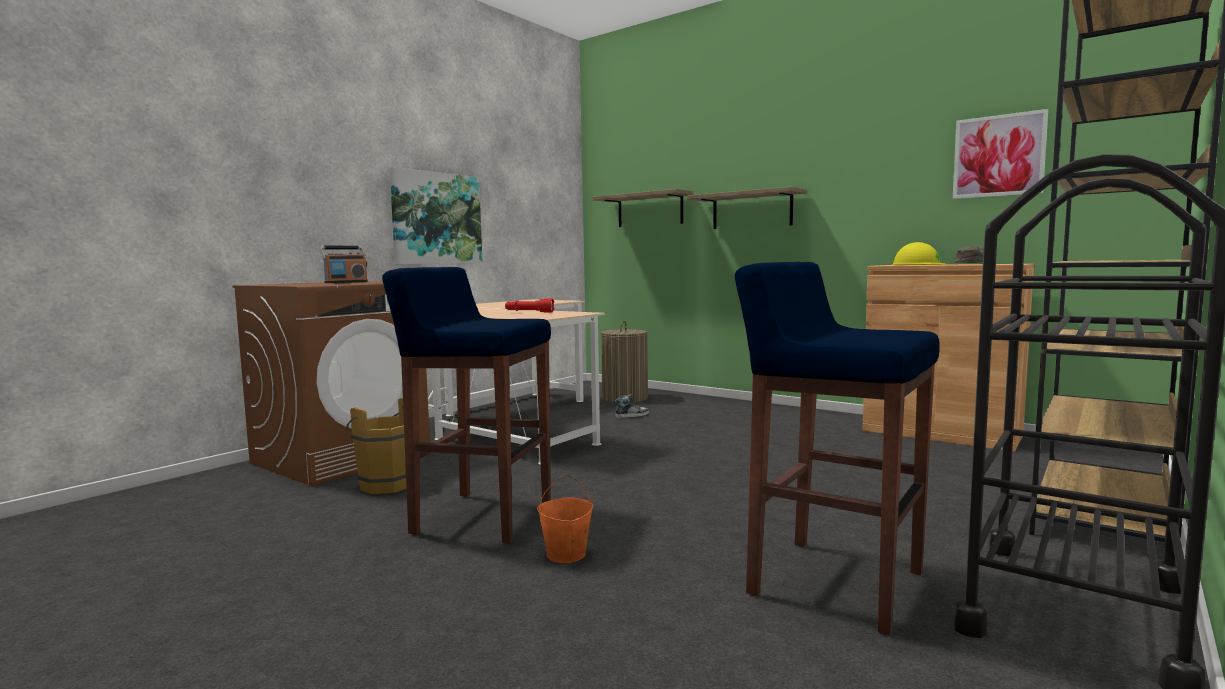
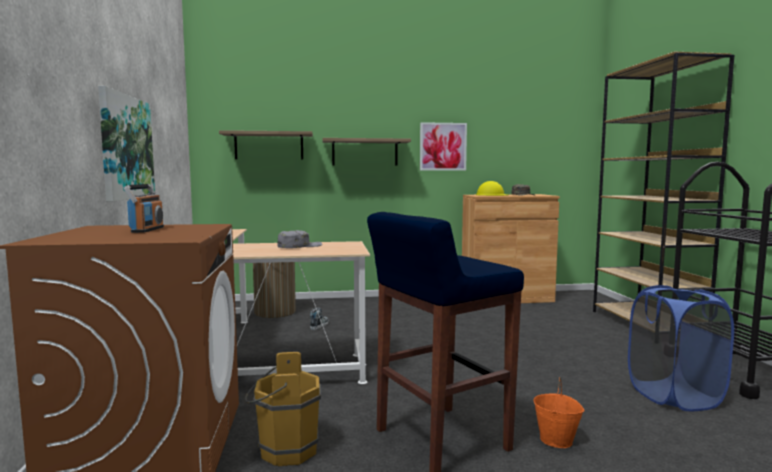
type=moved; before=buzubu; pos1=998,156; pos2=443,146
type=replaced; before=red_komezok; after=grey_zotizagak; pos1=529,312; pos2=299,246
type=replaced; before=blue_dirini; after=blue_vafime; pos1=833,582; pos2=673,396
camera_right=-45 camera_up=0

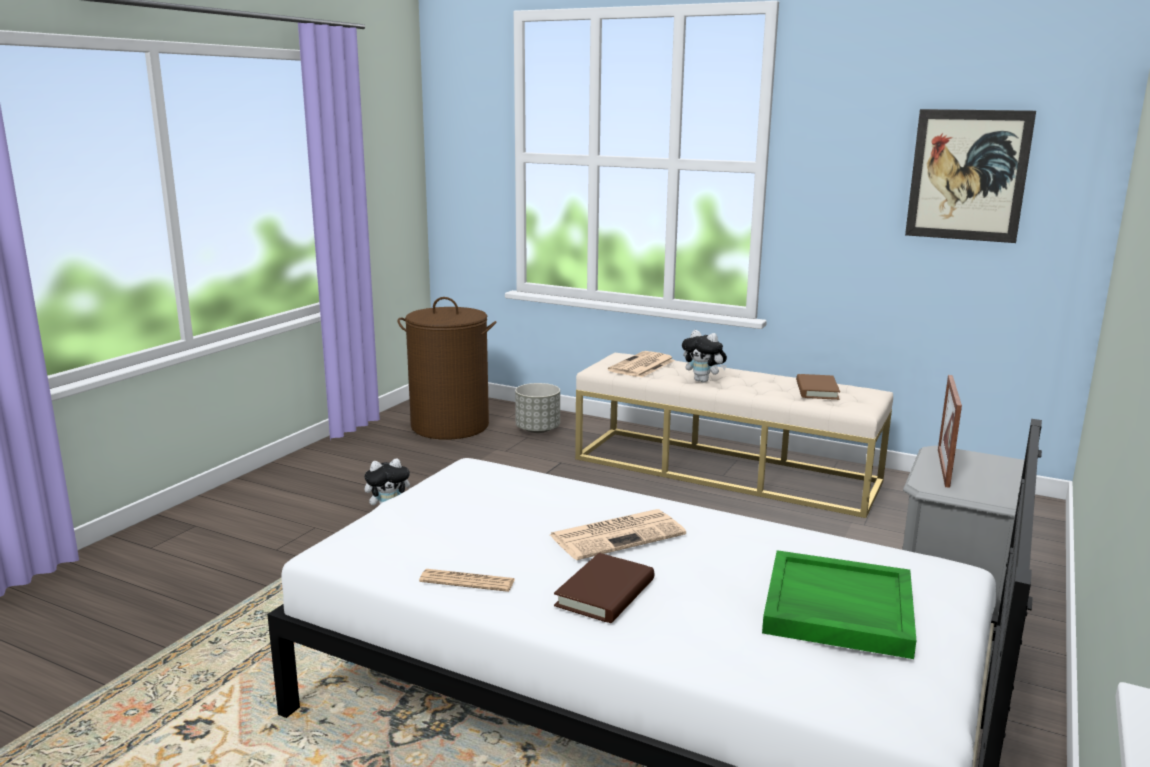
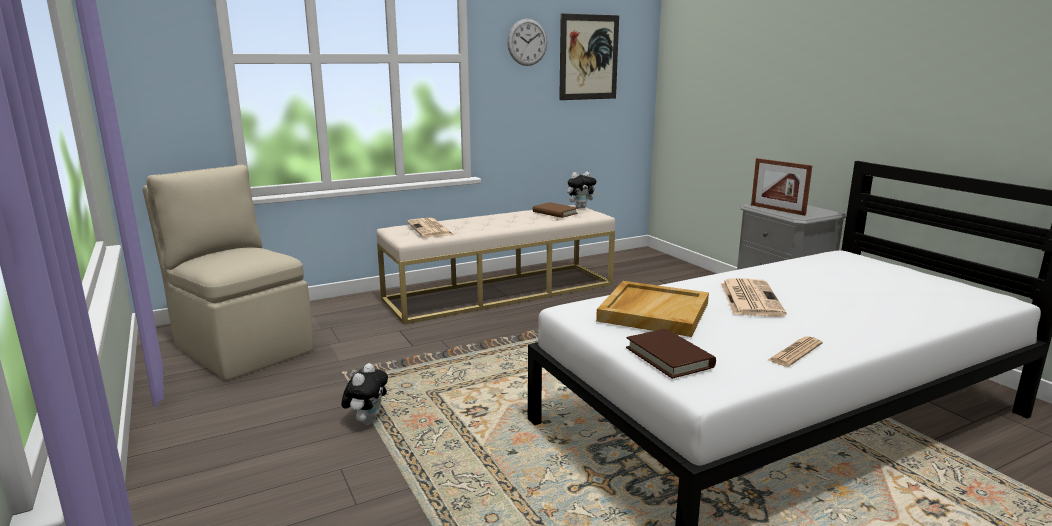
type=removed; before=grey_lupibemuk; pos1=538,429
type=removed; before=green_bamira; pos1=836,609
type=added; after=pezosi; pos2=527,42
type=added; after=beige_bamira; pos2=653,312
type=moved; before=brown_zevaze; pos1=605,593; pos2=669,357
type=moved; before=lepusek; pos1=703,381; pos2=580,207
type=replaced; before=brown_vafime; after=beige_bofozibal; pos1=450,426; pos2=242,347
camera_right=-55 camera_up=0

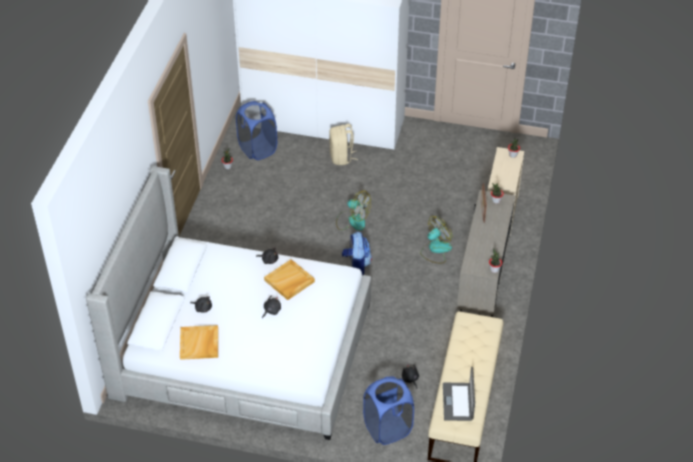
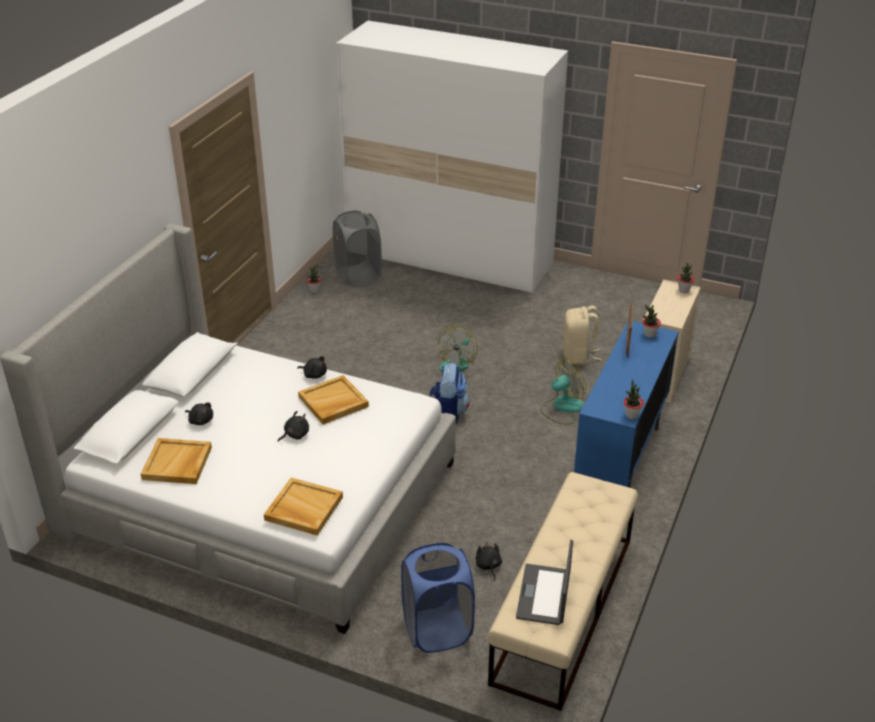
type=added; after=beige_bamira; pos2=303,509
type=moved; before=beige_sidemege; pos1=341,157; pos2=578,355
type=recoloured; before=blue_vafime; after=grey_vafime; pos1=257,149; pos2=358,276
type=recoloured; before=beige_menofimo; after=blue_menofimo; pos1=482,285; pos2=620,457
type=turned; before=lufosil; pos1=352,220; pos2=457,362; turn=75
camera_right=10 camera_up=-10

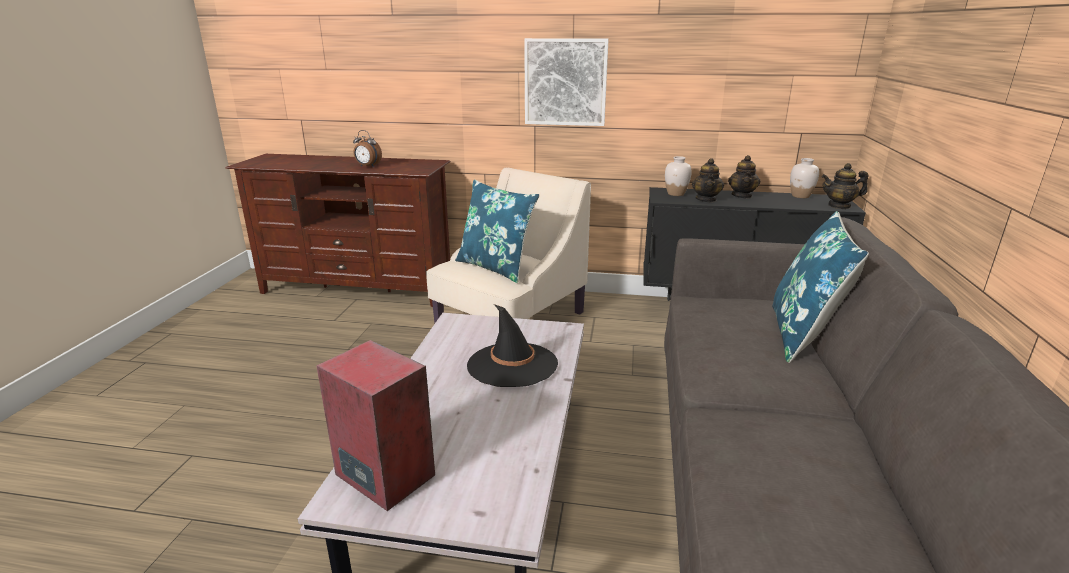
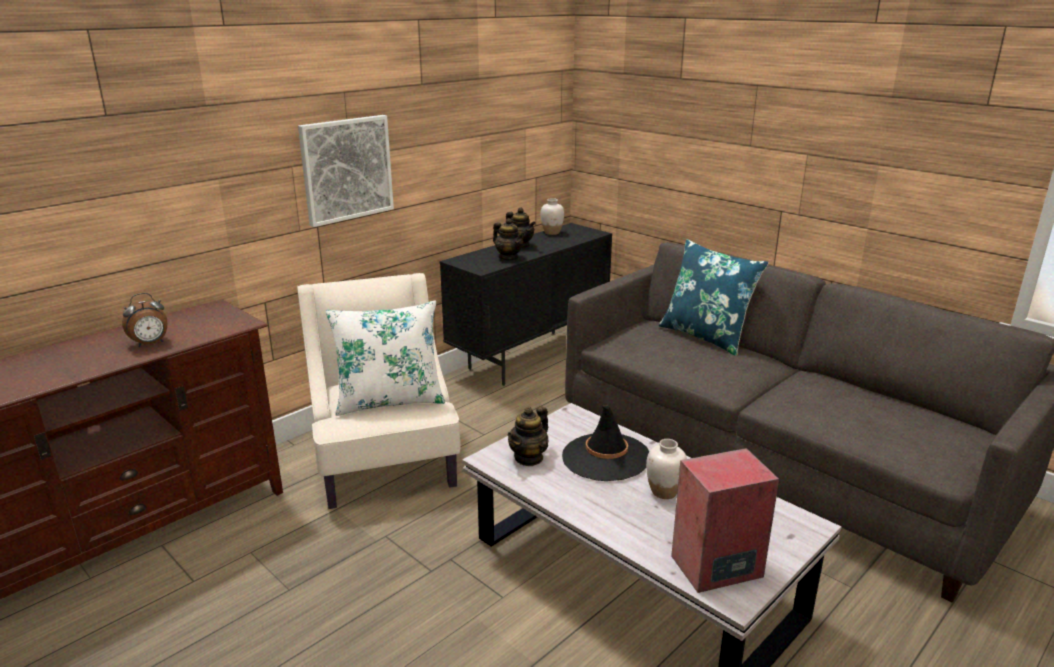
type=moved; before=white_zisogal; pos1=675,194; pos2=664,492
type=moved; before=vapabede; pos1=839,206; pos2=529,458
type=recoloured; before=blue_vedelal; after=white_vedelal; pos1=496,267; pos2=389,401
camera_right=-55 camera_up=0

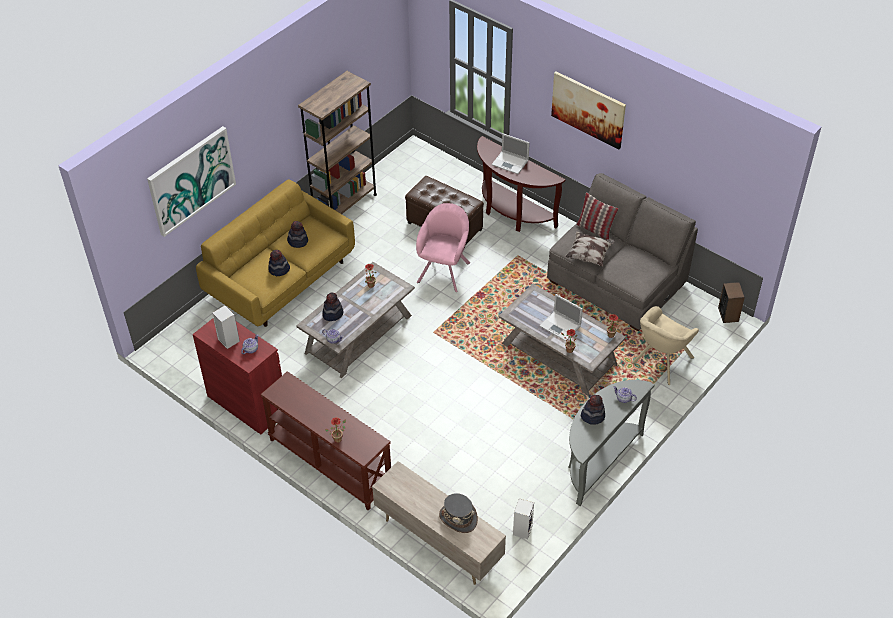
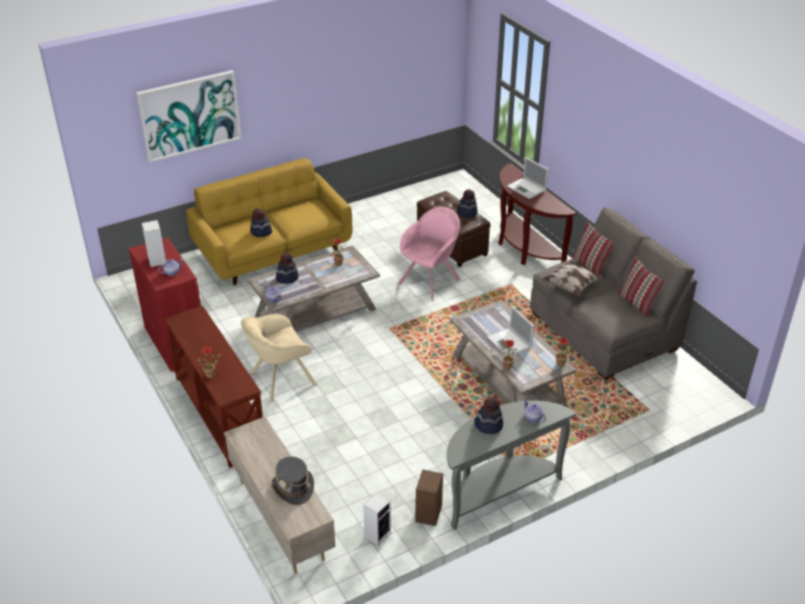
type=removed; before=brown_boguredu; pos1=345,205
type=removed; before=buzubu; pos1=588,109
type=added; after=vedelal; pos2=637,303
type=moved; before=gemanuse; pos1=298,241; pos2=467,212
type=moved; before=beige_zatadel; pos1=660,362; pos2=279,380
type=moved; before=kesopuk; pos1=728,314; pos2=429,513
camera_right=20 camera_up=-10

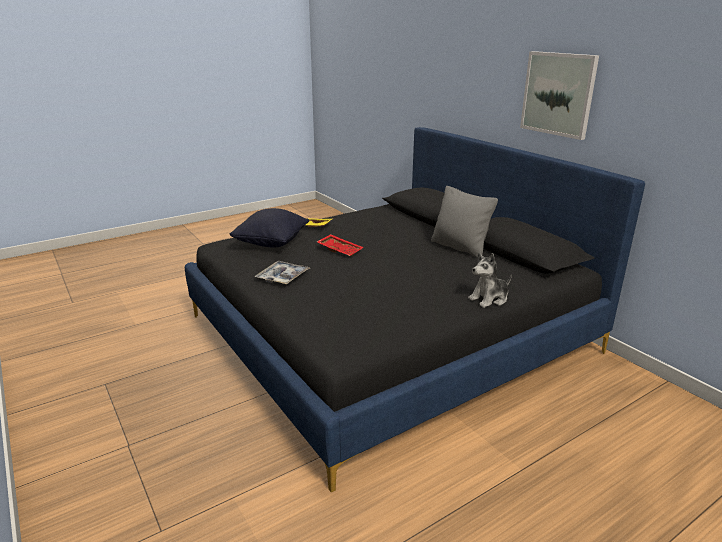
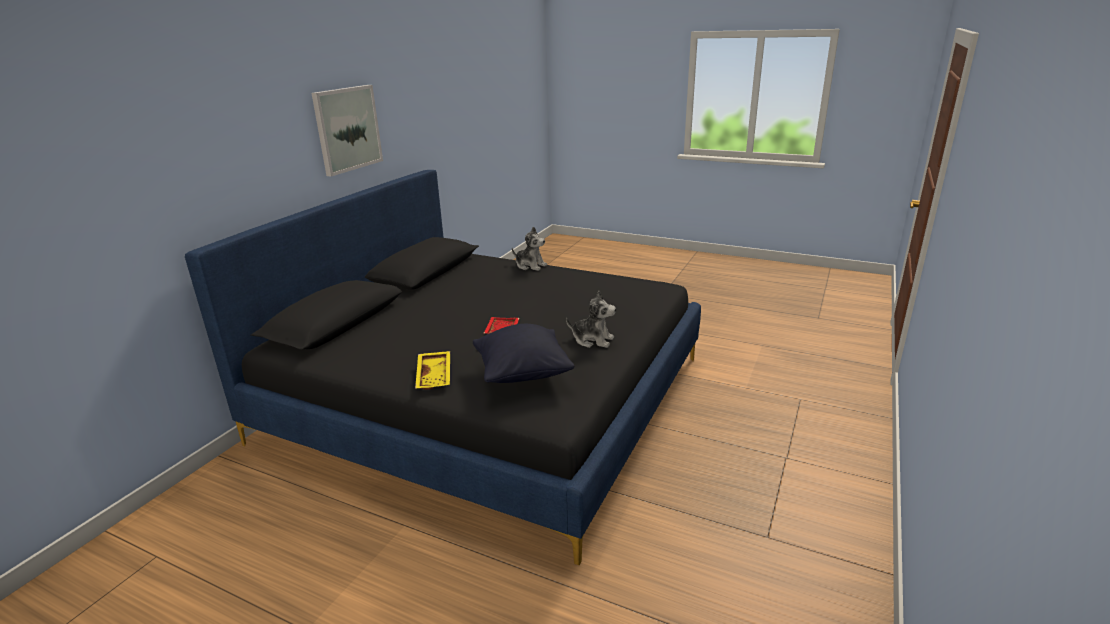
type=removed; before=grey_vedelal; pos1=460,247
type=replaced; before=bamira; after=lepusek; pos1=282,277; pos2=593,340
camera_right=-120 camera_up=0

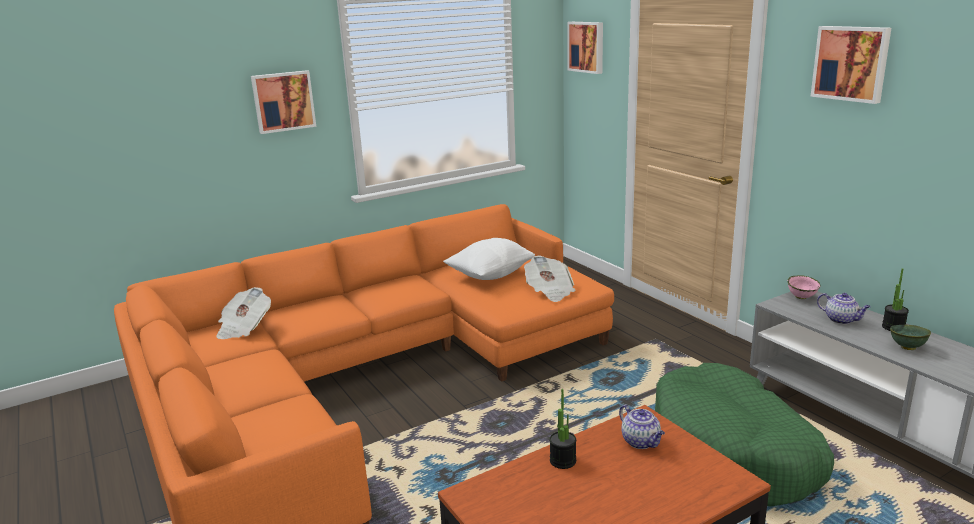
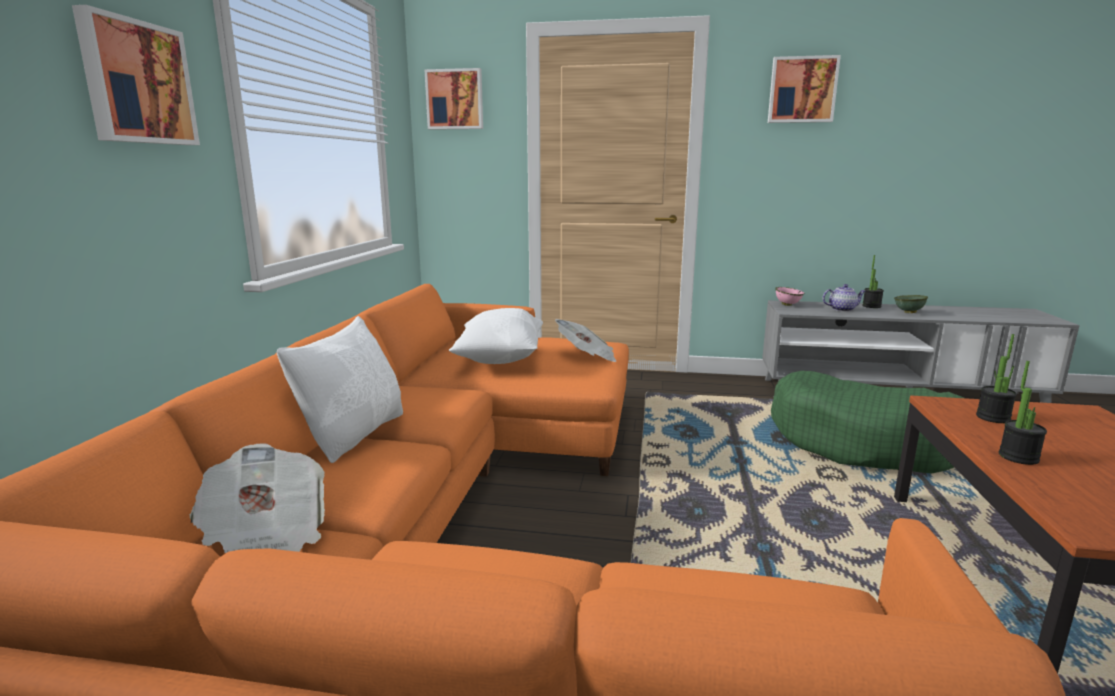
type=added; after=white_vedelal; pos2=354,435
type=replaced; before=vapabede; after=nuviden; pos1=641,442; pos2=993,418
camera_right=-50 camera_up=-5

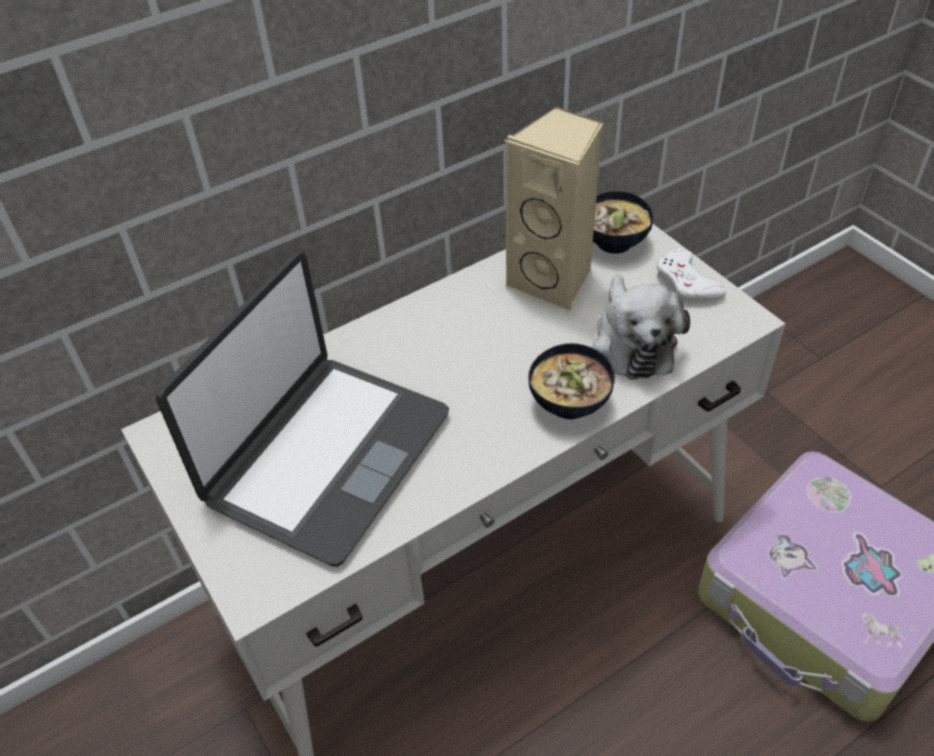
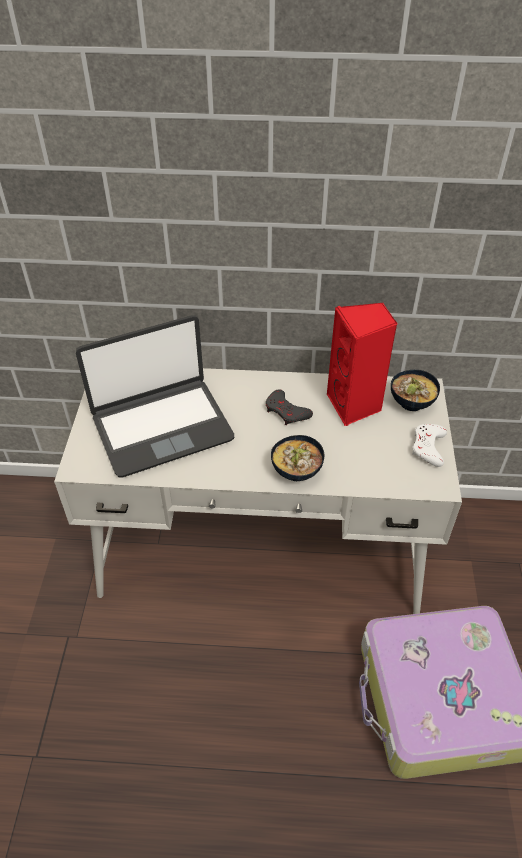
type=removed; before=lepusek; pos1=632,342
type=added; after=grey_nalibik; pos2=286,411
type=recoloured; before=beige_kesopuk; after=red_kesopuk; pos1=554,282; pos2=355,406
camera_right=35 camera_up=0

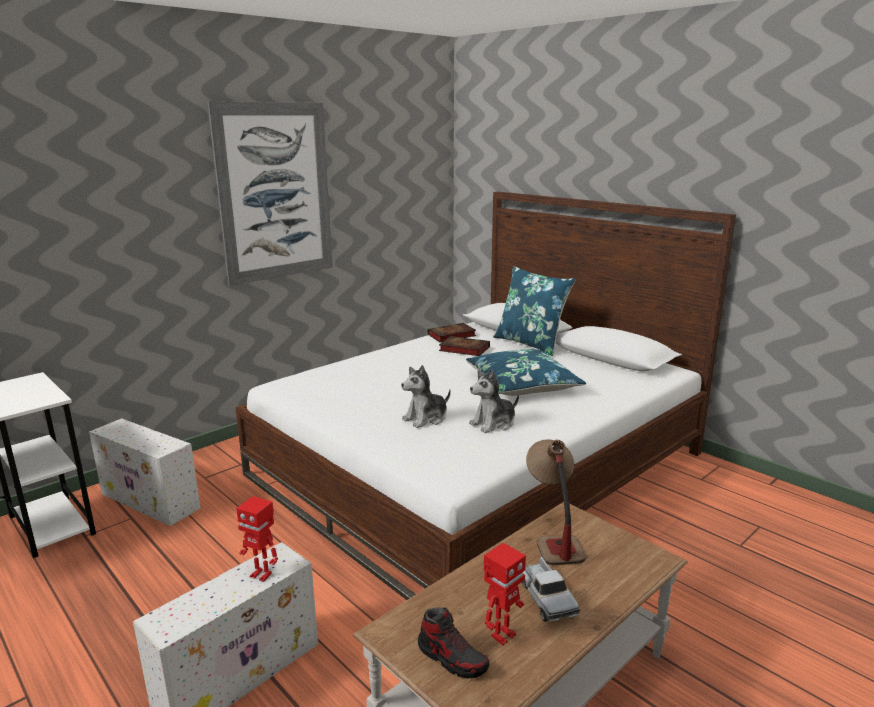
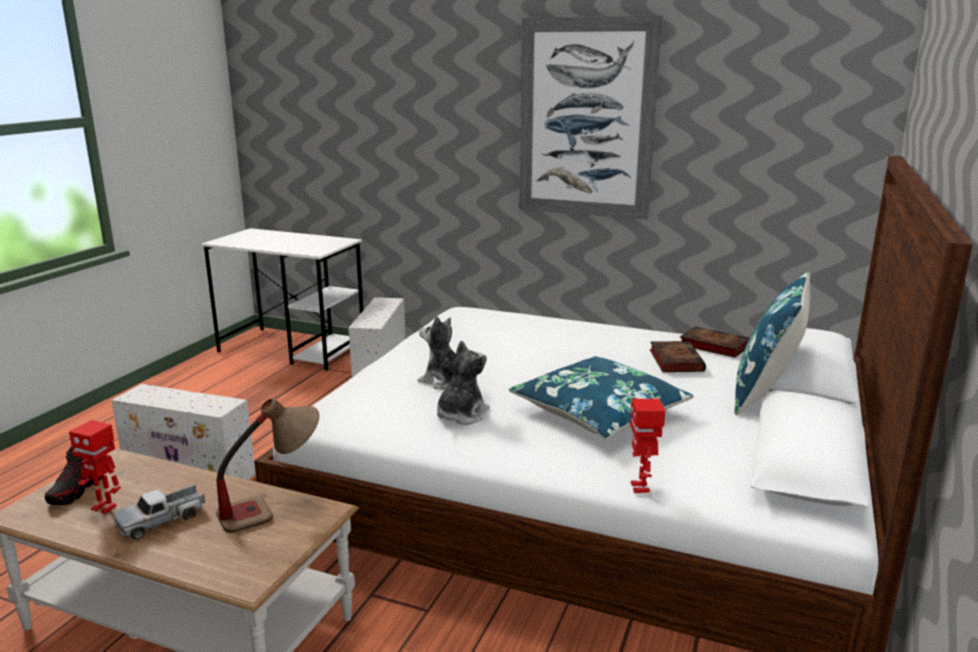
type=moved; before=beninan; pos1=262,574; pos2=641,488
type=turned; before=lepusek; pos1=494,423; pos2=461,414; turn=90
camera_right=65 camera_up=0

